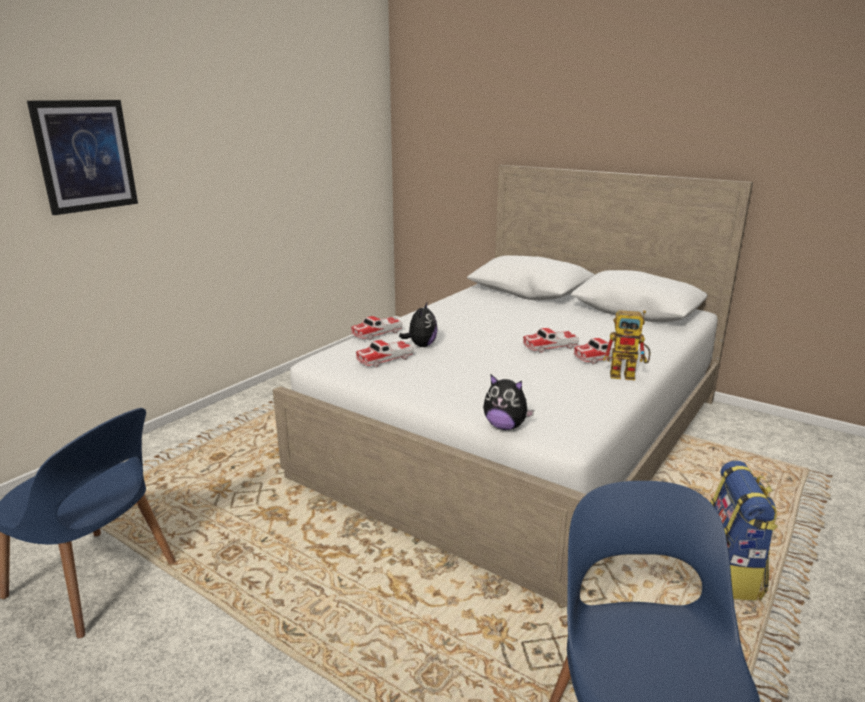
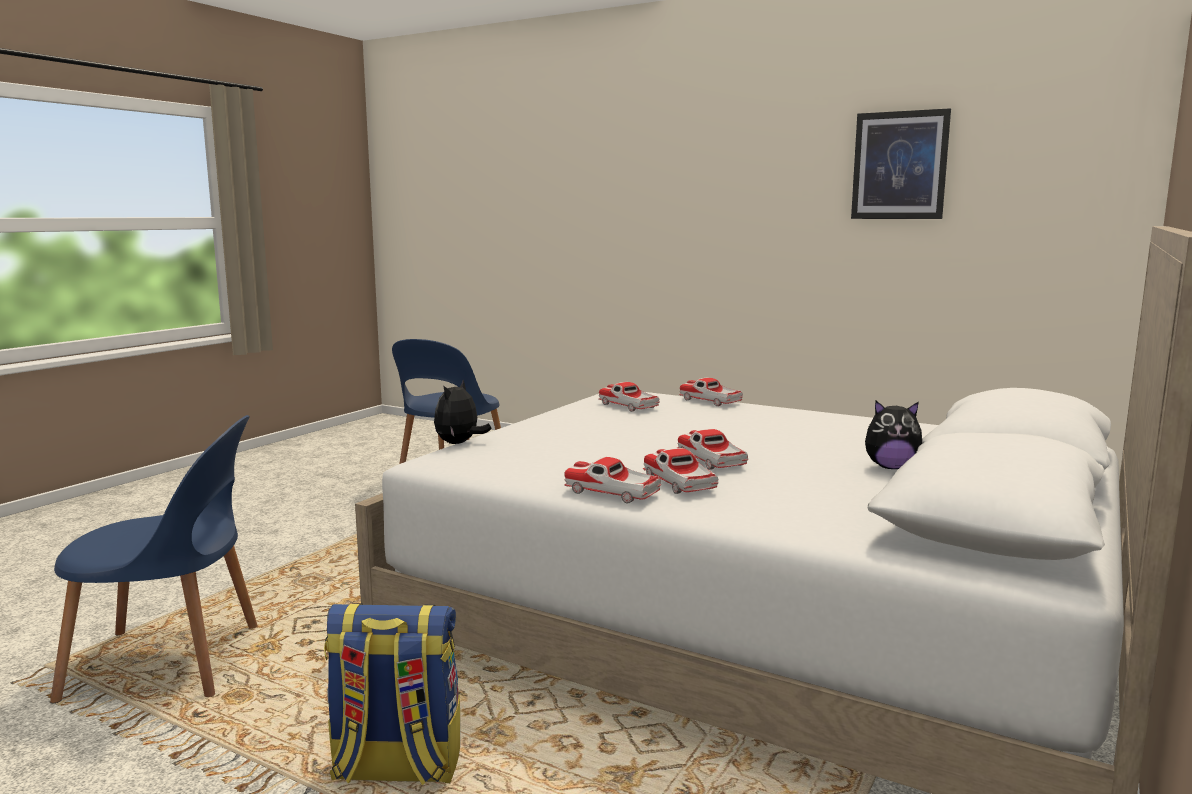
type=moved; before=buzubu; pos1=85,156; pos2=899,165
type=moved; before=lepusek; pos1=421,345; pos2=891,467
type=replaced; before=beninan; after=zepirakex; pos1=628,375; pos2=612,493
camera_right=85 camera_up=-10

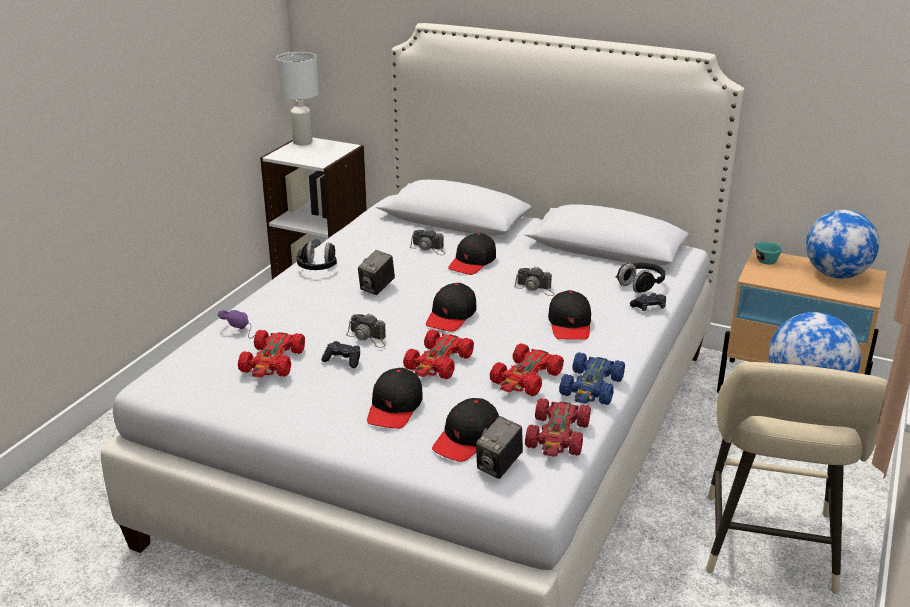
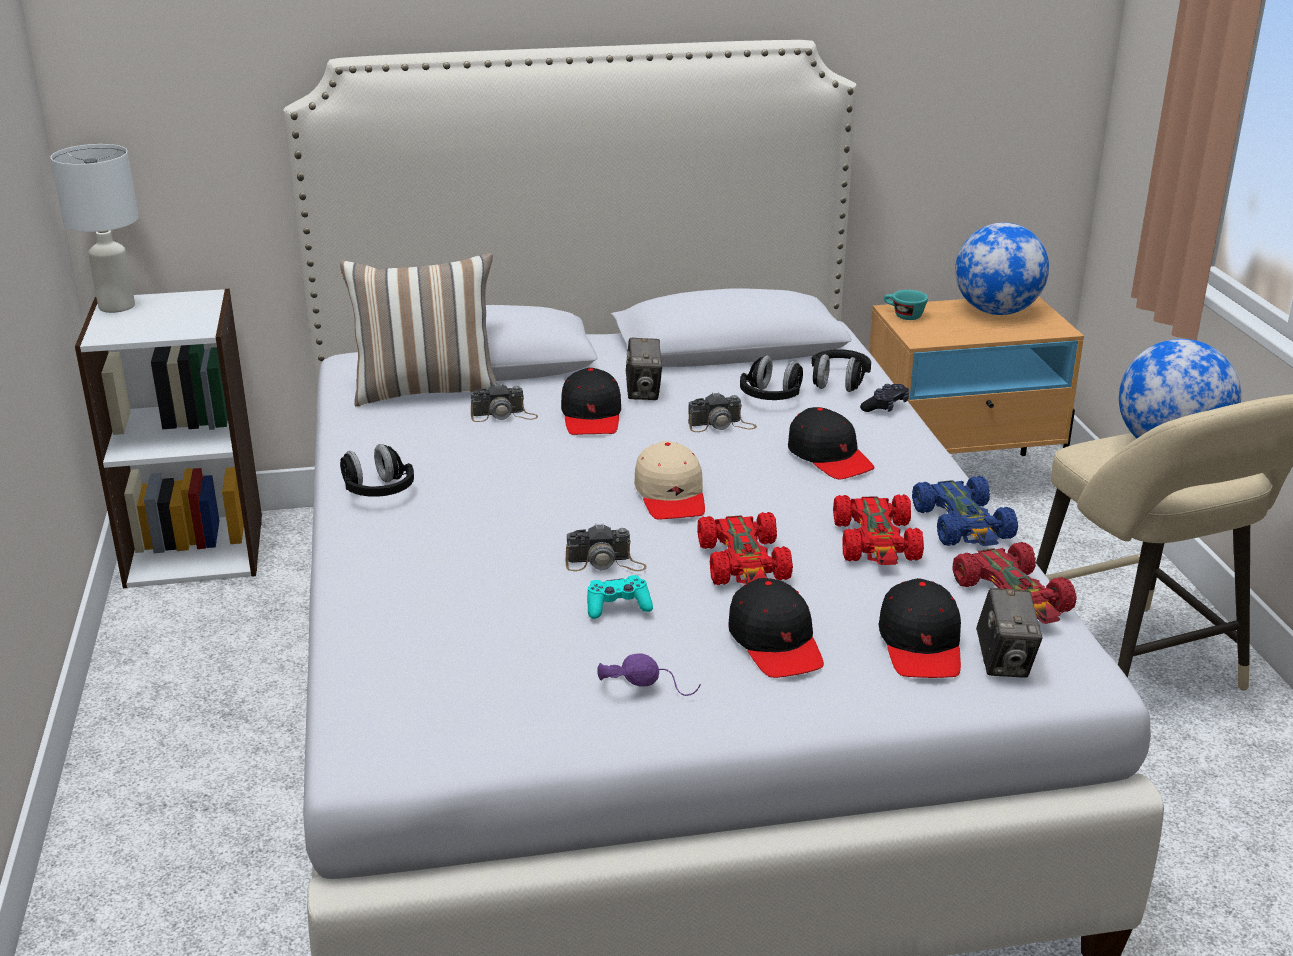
type=removed; before=red_zepirakex; pos1=273,362
type=added; after=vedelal; pos2=427,390
type=added; after=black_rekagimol; pos2=771,398
type=moved; before=purple_rekagimol; pos1=243,329; pos2=648,686
type=moved; before=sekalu; pos1=377,288; pos2=643,392
type=recoloured; before=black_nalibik; after=turquoise_nalibik; pos1=343,360; pos2=618,606
type=recoloured; before=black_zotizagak; after=beige_zotizagak; pos1=451,316; pos2=671,495
camera_right=-35 camera_up=0

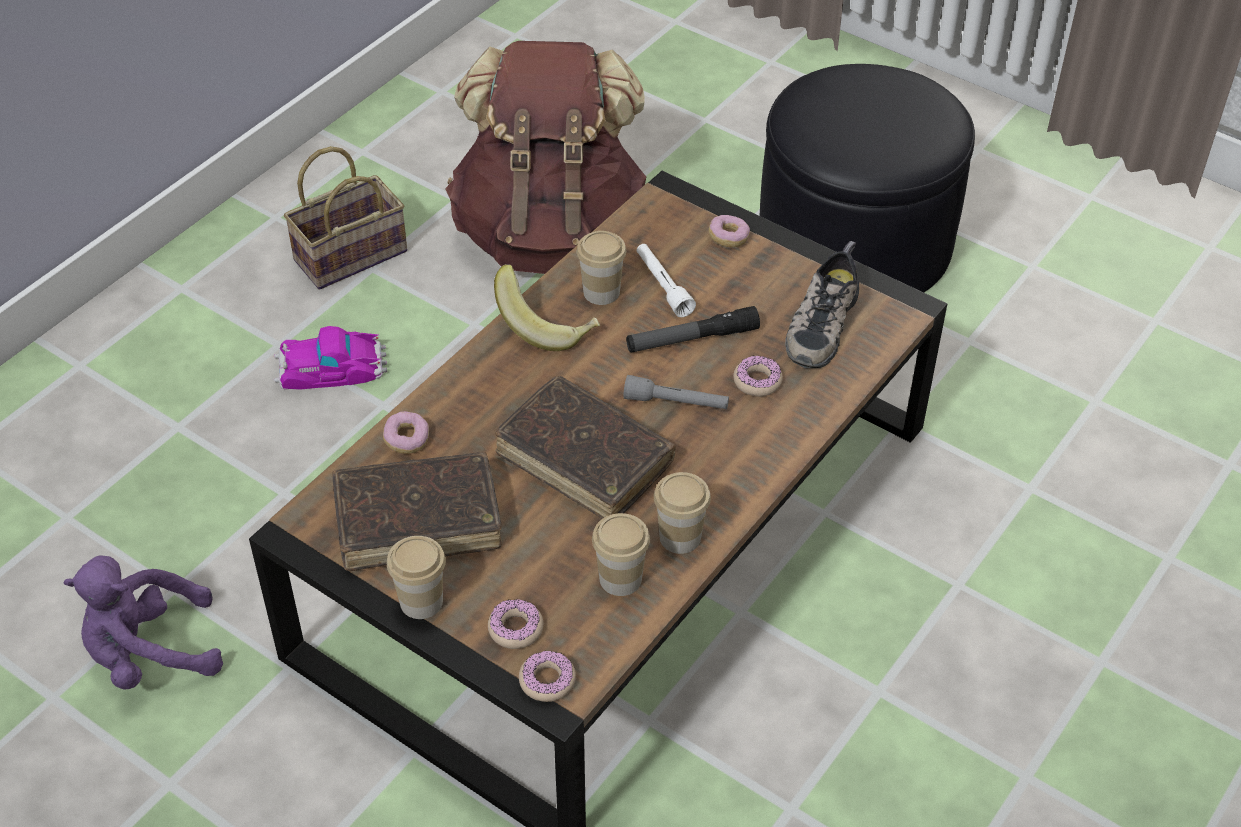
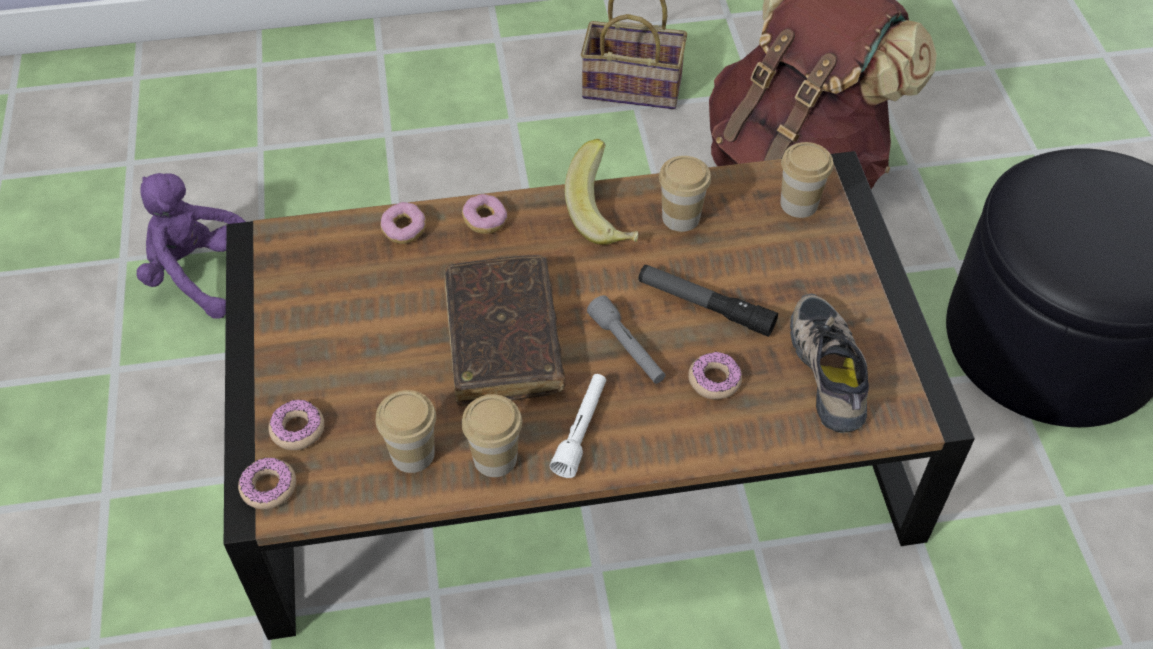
type=removed; before=zepirakex; pos1=330,367
type=removed; before=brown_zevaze; pos1=418,521
type=moved; before=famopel; pos1=421,601; pos2=799,204
type=moved; before=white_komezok; pos1=663,286; pos2=581,430
type=moved; before=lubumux; pos1=728,238; pos2=485,221
type=turned; before=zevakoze; pos1=820,322; pos2=831,370; turn=105
camera_right=45 camera_up=5

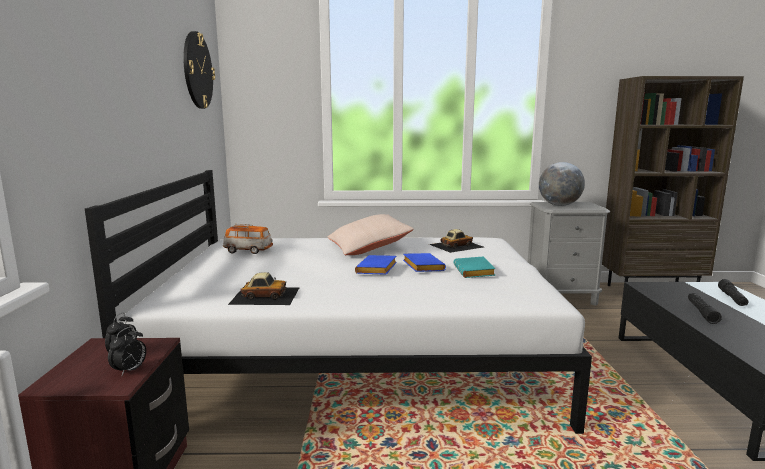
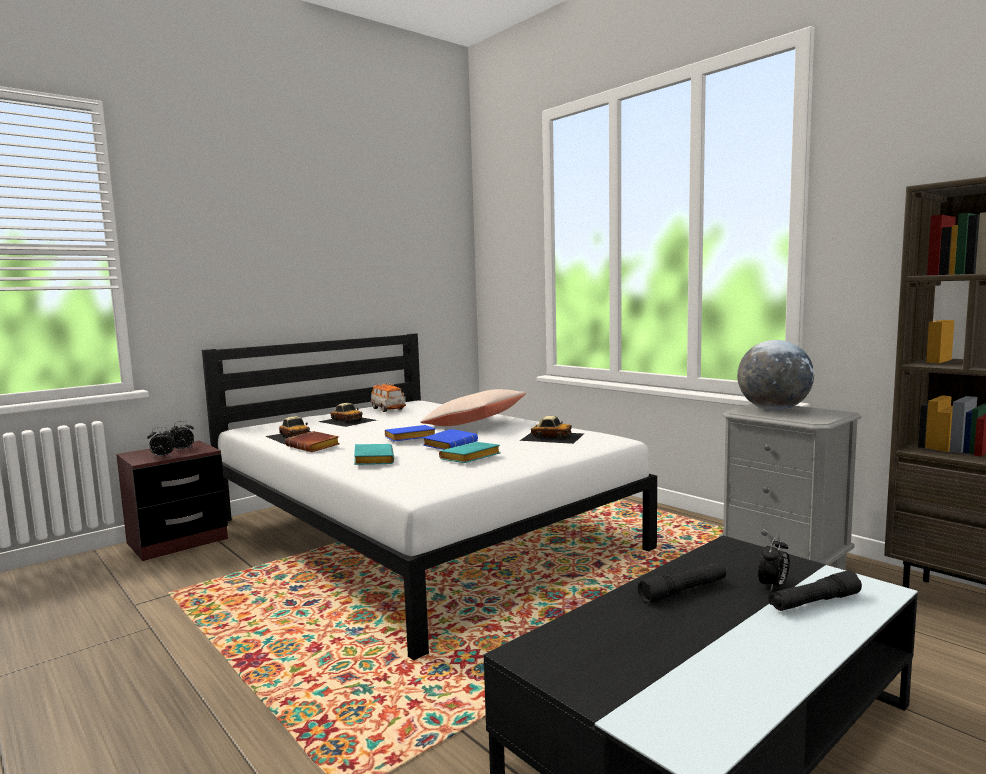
type=removed; before=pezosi; pos1=197,70
type=added; after=brown_zevaze; pos2=315,446
type=added; after=zepirakex; pos2=347,420
type=added; after=turquoise_zevaze; pos2=372,459
type=added; after=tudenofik; pos2=773,586
camera_right=50 camera_up=-5

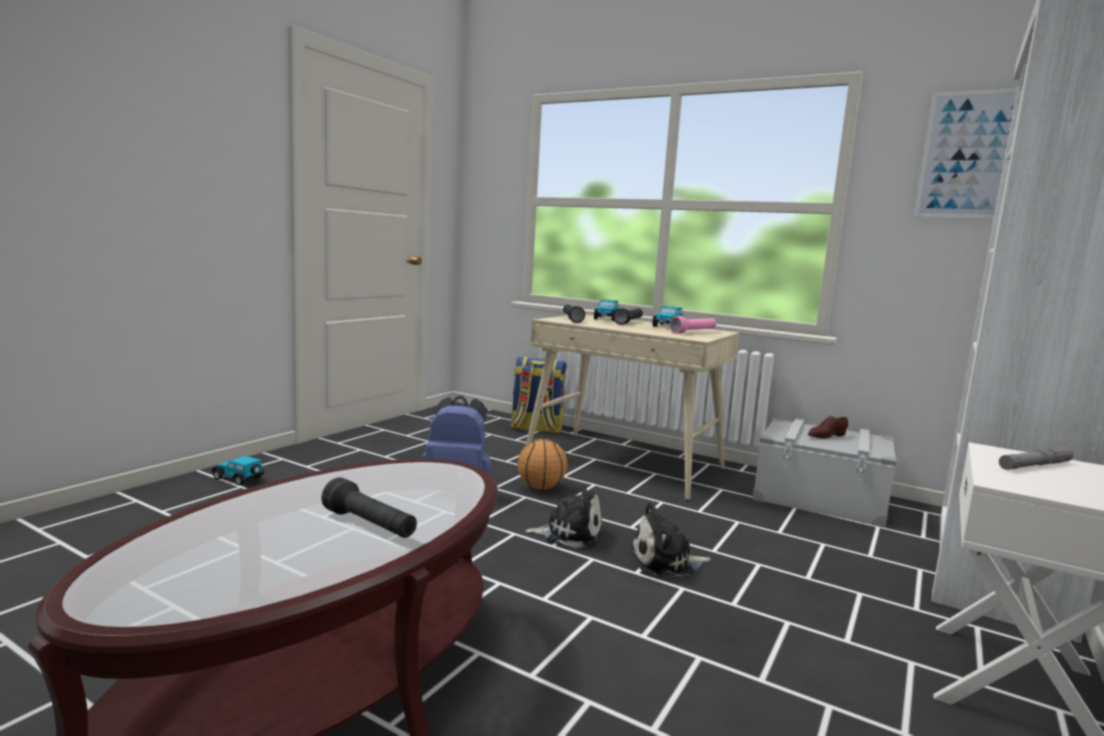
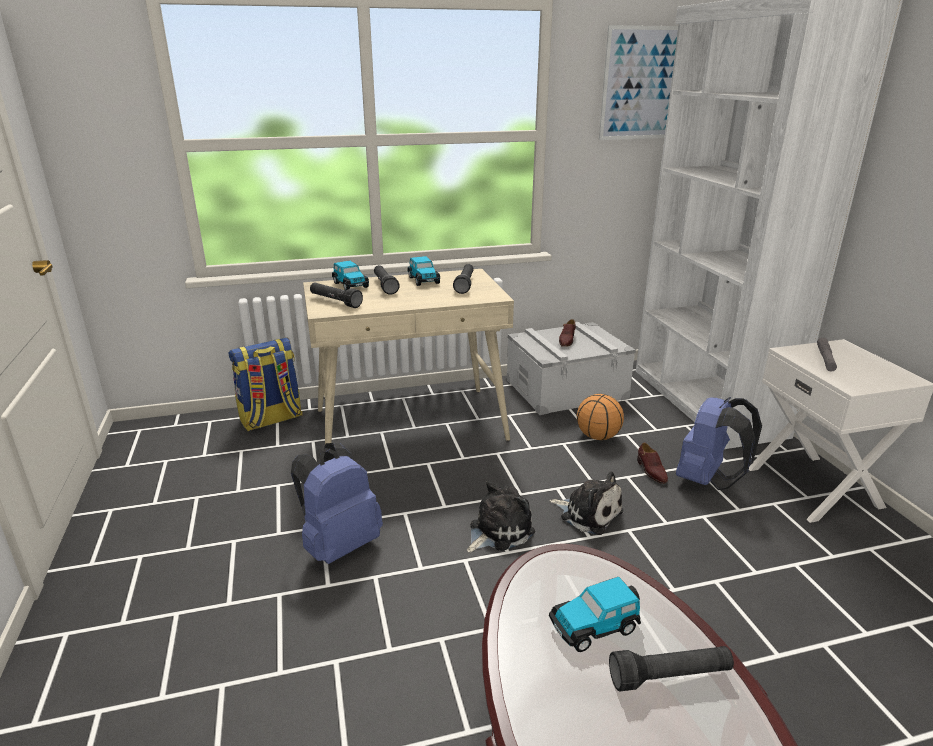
type=added; after=brown_zevakoze; pos2=651,471
type=added; after=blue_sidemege; pos2=707,480
type=moved; before=zepirakex; pos1=238,478; pos2=595,626
type=moved; before=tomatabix; pos1=541,488; pos2=598,436
type=recoloured; before=pink_komezok; after=black_komezok; pos1=693,332; pos2=465,284
type=turned; before=lepusek; pos1=666,562; pos2=588,513; turn=-90
camera_right=-45 camera_up=15

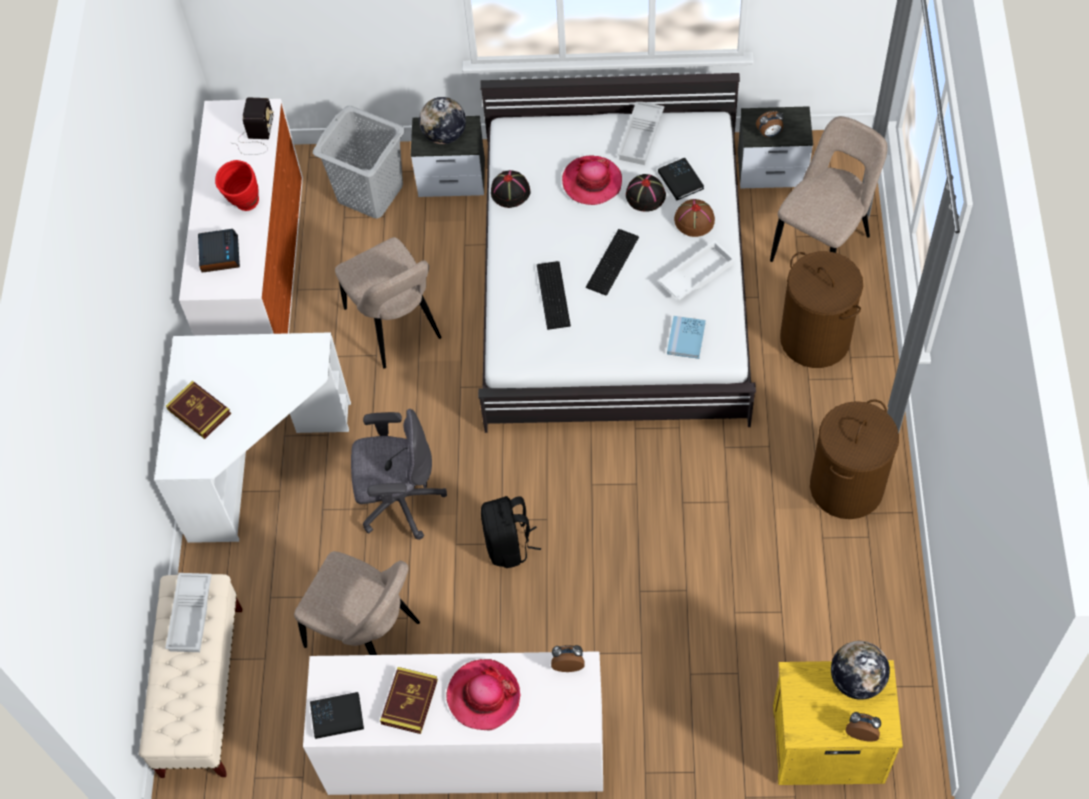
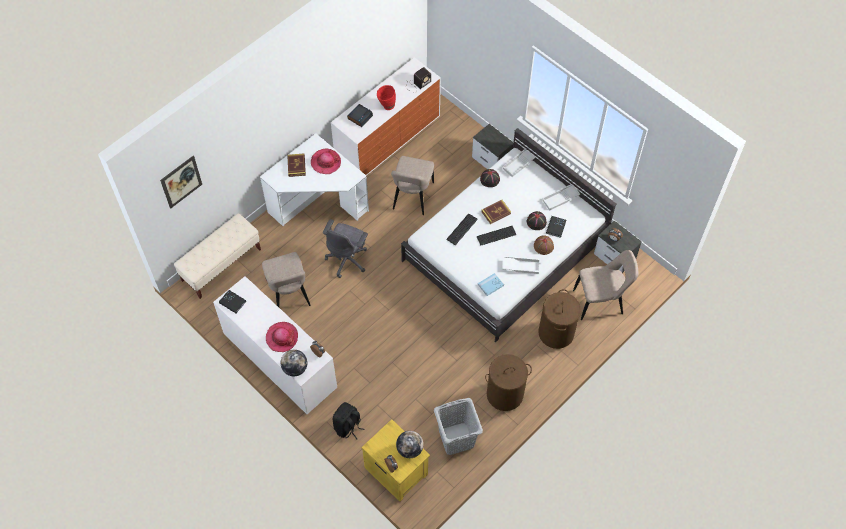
type=added; after=buzubu; pos2=181,182
type=moved; before=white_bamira; pos1=192,616; pos2=519,164
type=moved; before=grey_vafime; pos1=370,194; pos2=456,439
type=moved; before=zevaze; pos1=409,701; pos2=496,212
type=moved; before=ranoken; pos1=444,135; pos2=295,368
type=moved; before=black_sidemege; pos1=509,545; pos2=348,427
type=moved; before=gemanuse; pos1=592,182; pos2=326,162
type=turned; before=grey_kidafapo; pos1=399,501; pos2=347,259; turn=75
camera_right=40 camera_up=0

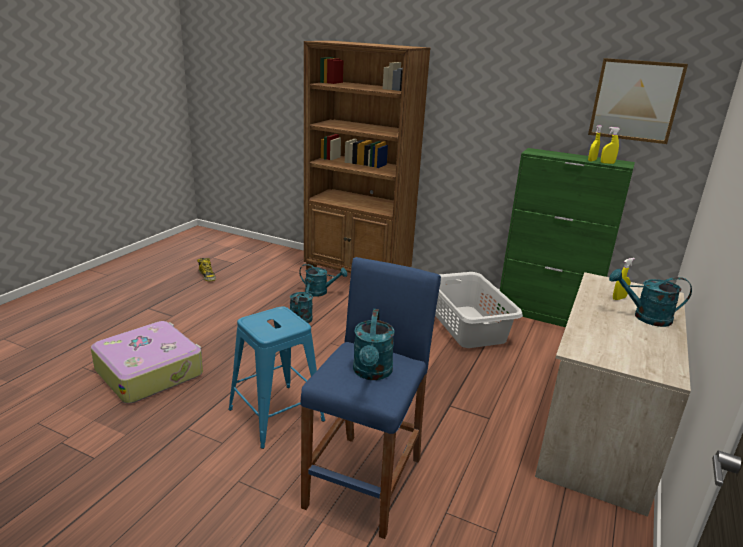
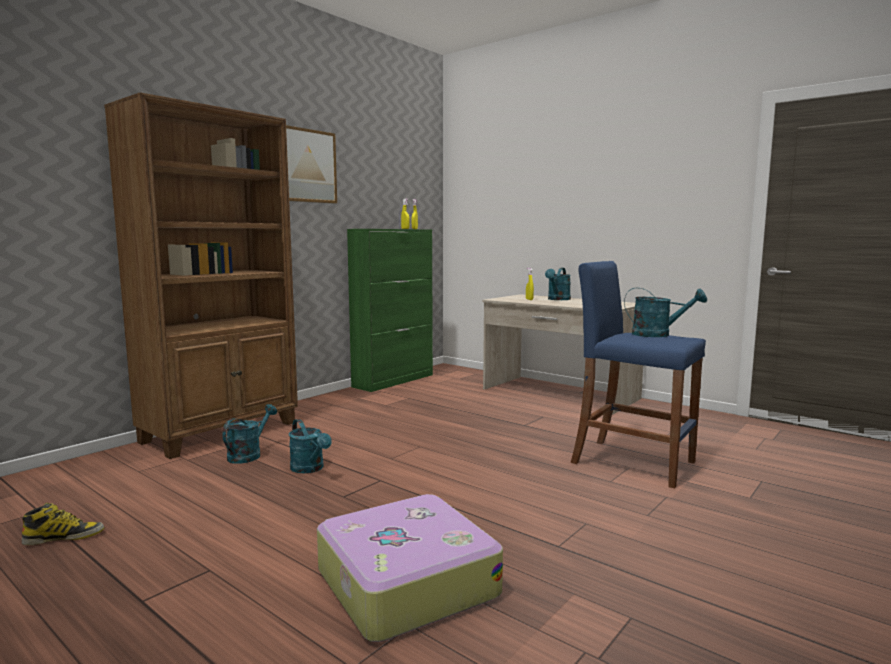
type=removed; before=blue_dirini; pos1=277,415
type=removed; before=grey_vafime; pos1=467,326
type=moved; before=buzubu; pos1=635,100; pos2=305,166
type=turned; before=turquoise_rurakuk; pos1=302,316; pos2=310,469; turn=-150
camera_right=-75 camera_up=-15

